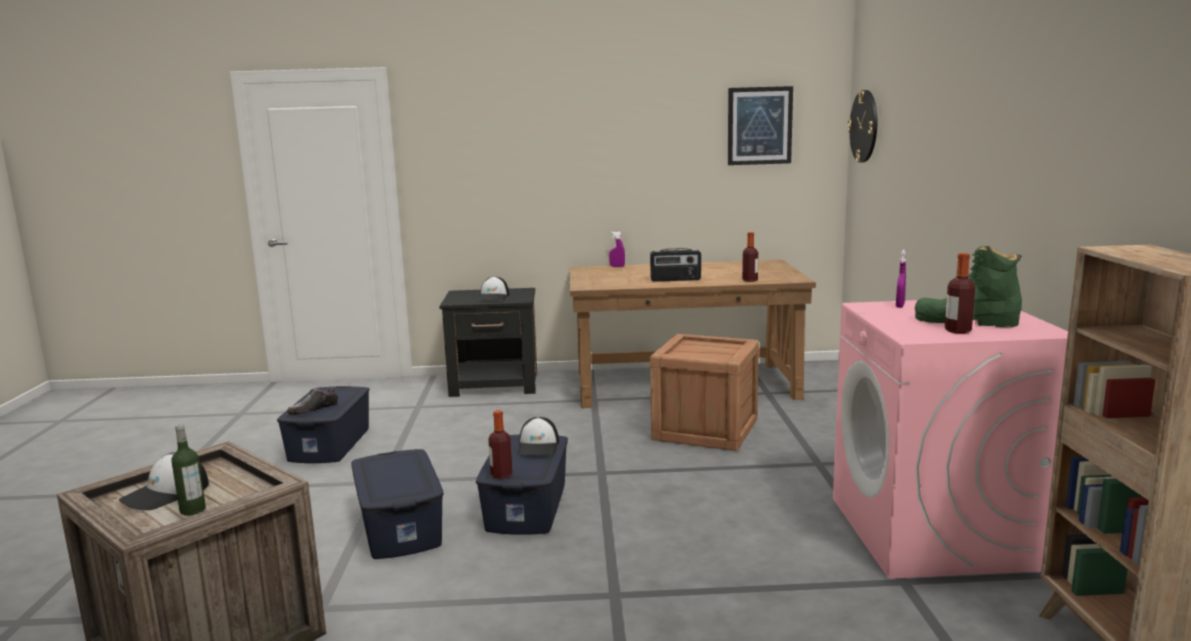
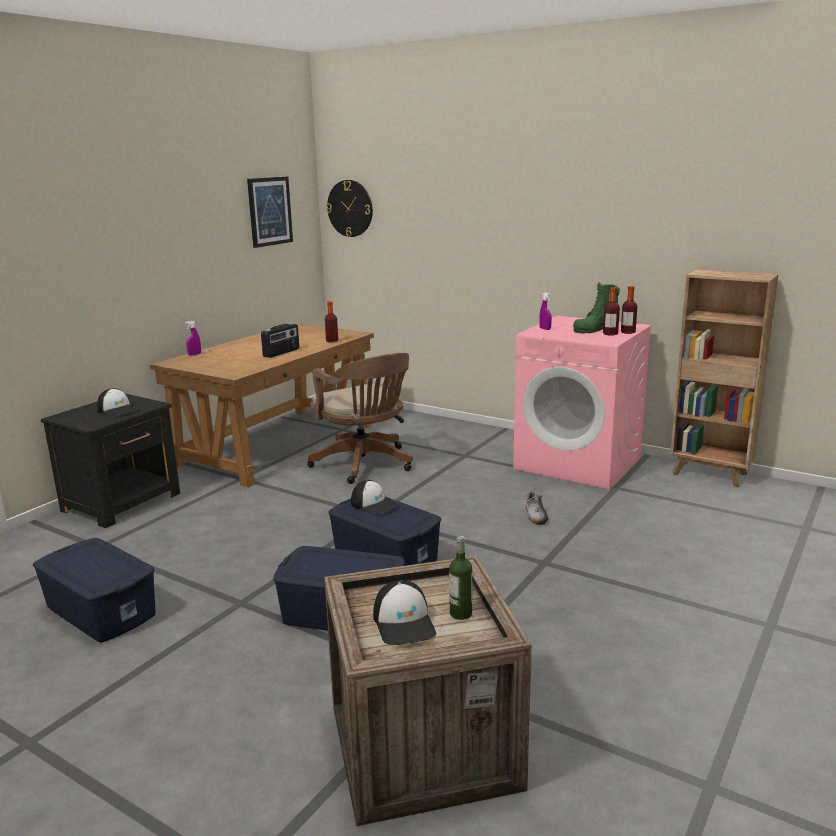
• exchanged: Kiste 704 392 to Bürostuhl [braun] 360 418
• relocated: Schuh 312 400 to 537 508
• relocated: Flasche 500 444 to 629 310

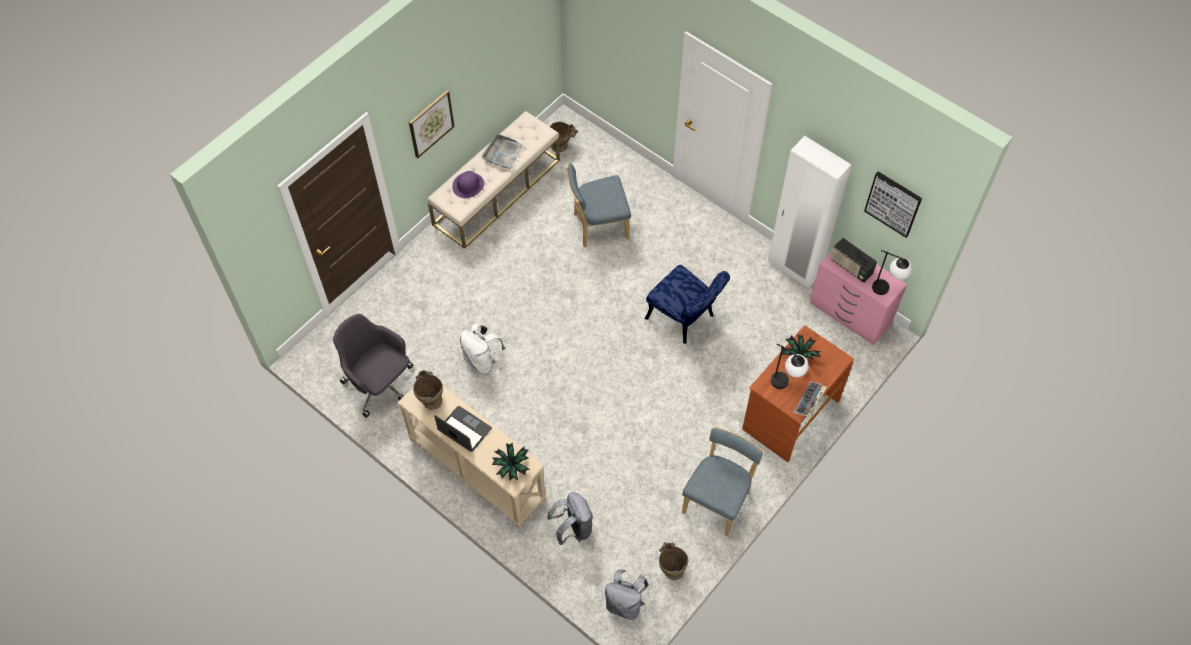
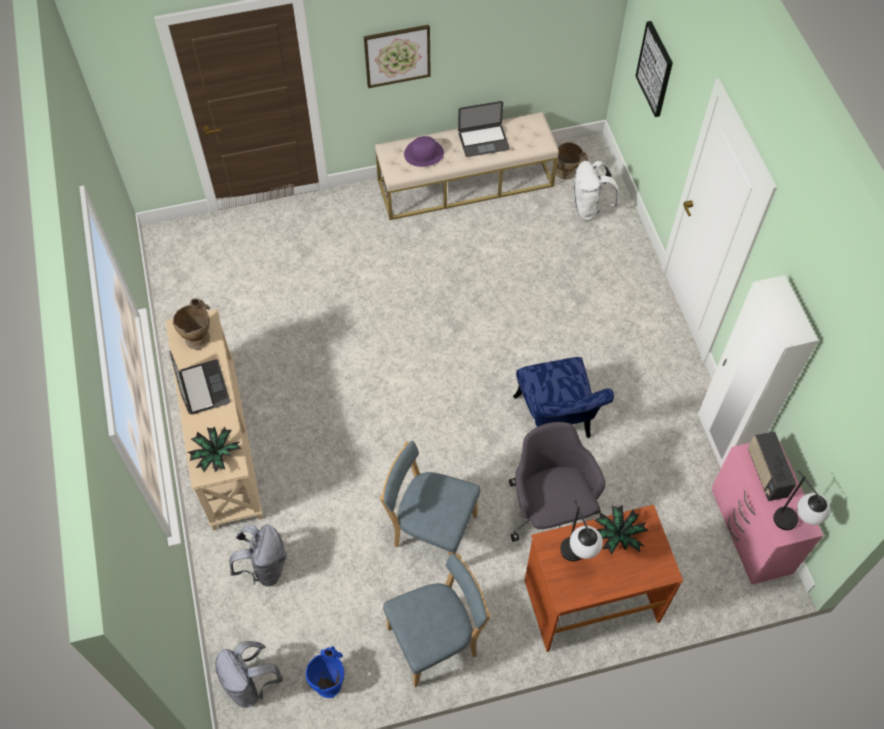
• exchanged: Tablett [grau] 502 151 to Laptop 484 129
• relocated: Stuhl [blau] 598 205 to 430 498
• relocated: Bild 893 204 to 654 69
• relocated: Bürostuhl [grau] 373 366 to 557 482
• relocated: Rucksack [weiß] 482 349 to 595 191
• missing: Tastatur 810 399
• colour: Vase [beige] 673 561 to Vase [blau] 325 672

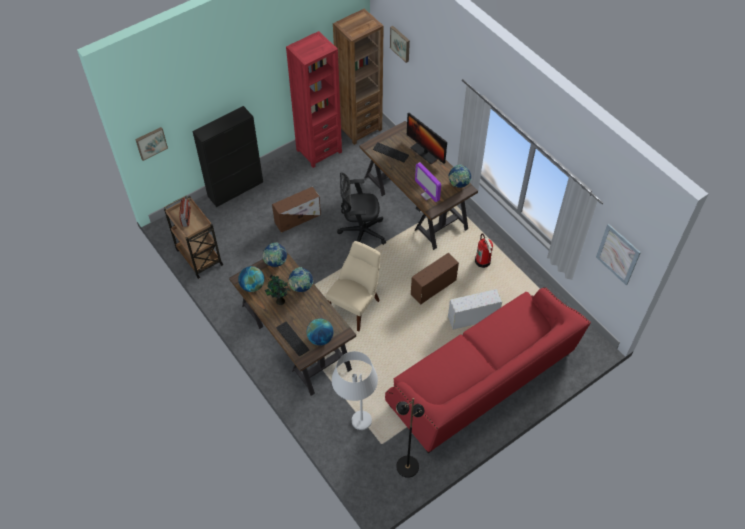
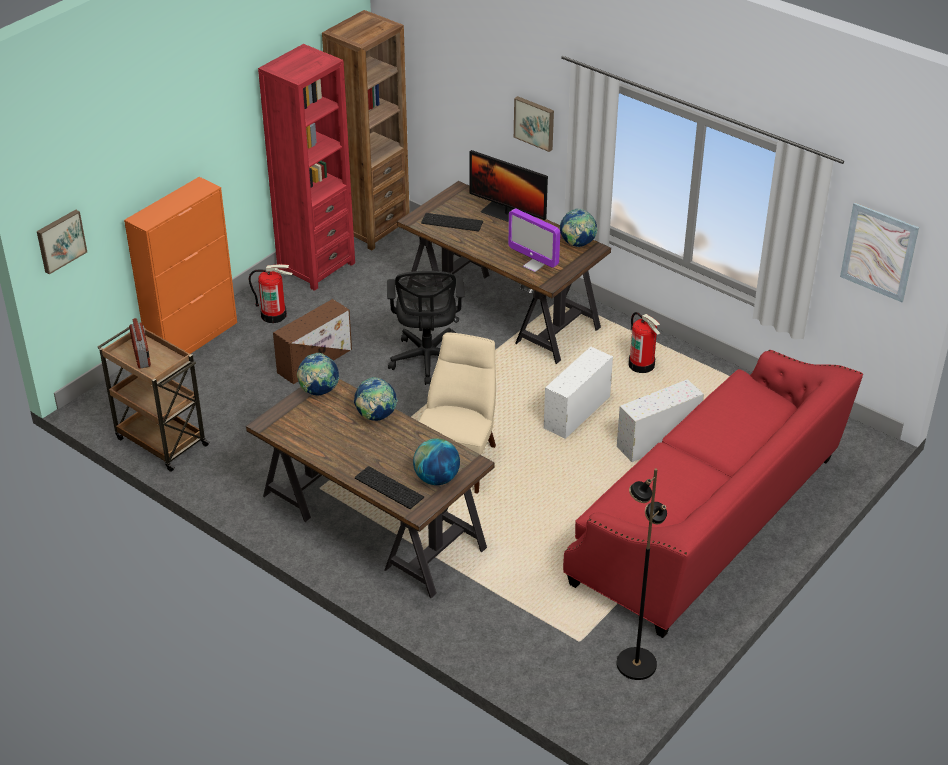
• relocated: Bild 400 44 to 534 124
• colour: Schrank [schwarz] 227 156 to Schrank [orange] 180 265
• spun: Bürostuhl [schwarz] 361 208 = 426 328 75 degrees counterclockwise
• colour: Aufbewahrungsbox [braun] 435 279 to Aufbewahrungsbox [weiß] 578 393
• missing: Globus 251 279
• missing: Topfpflanze 277 290
• missing: Stehlampe [weiß] 355 390
• appeared: Feuerlöscher 270 293

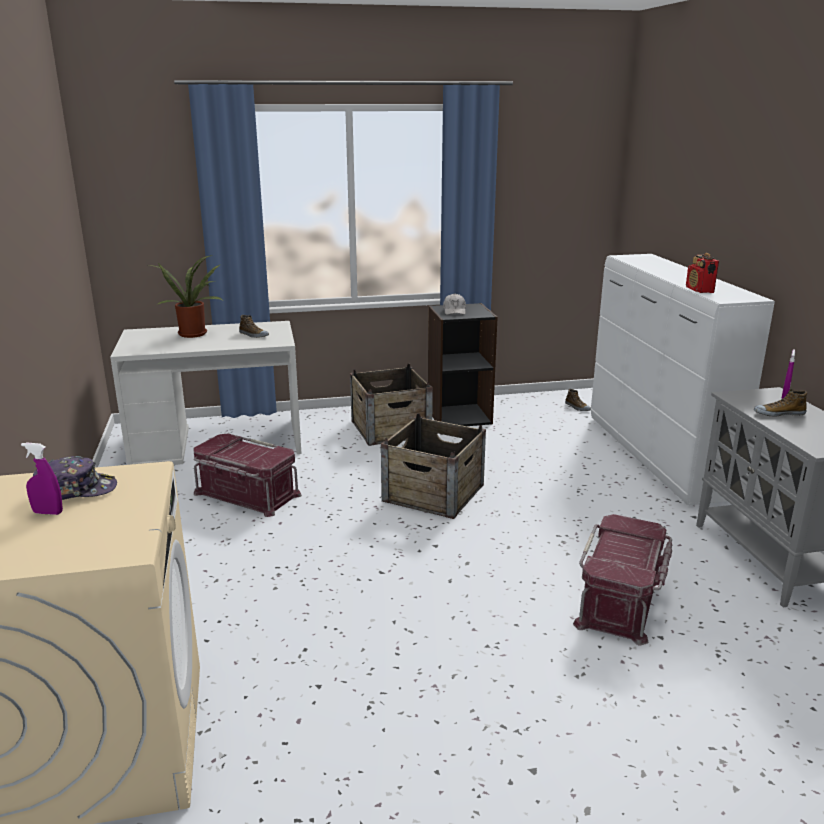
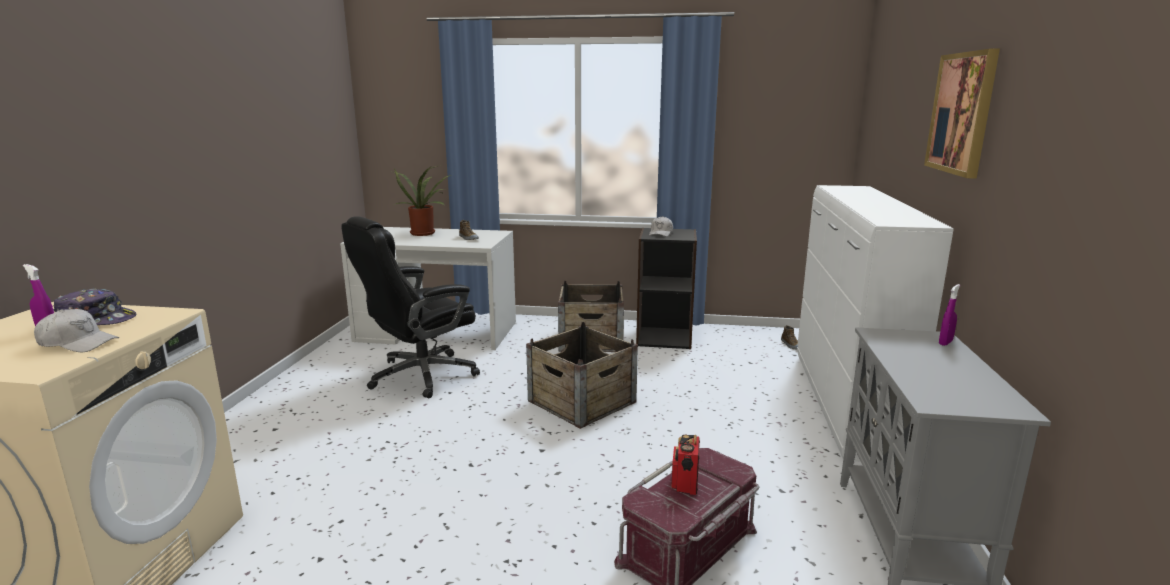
• relocated: Radio 702 273 to 685 464
• missing: Schuh 780 403
• exchanged: Aufbewahrungsbox [rot] 247 475 to Bürostuhl [schwarz] 410 307
• appeared: Bild 962 114
• appeared: Kappe [weiß] 76 330

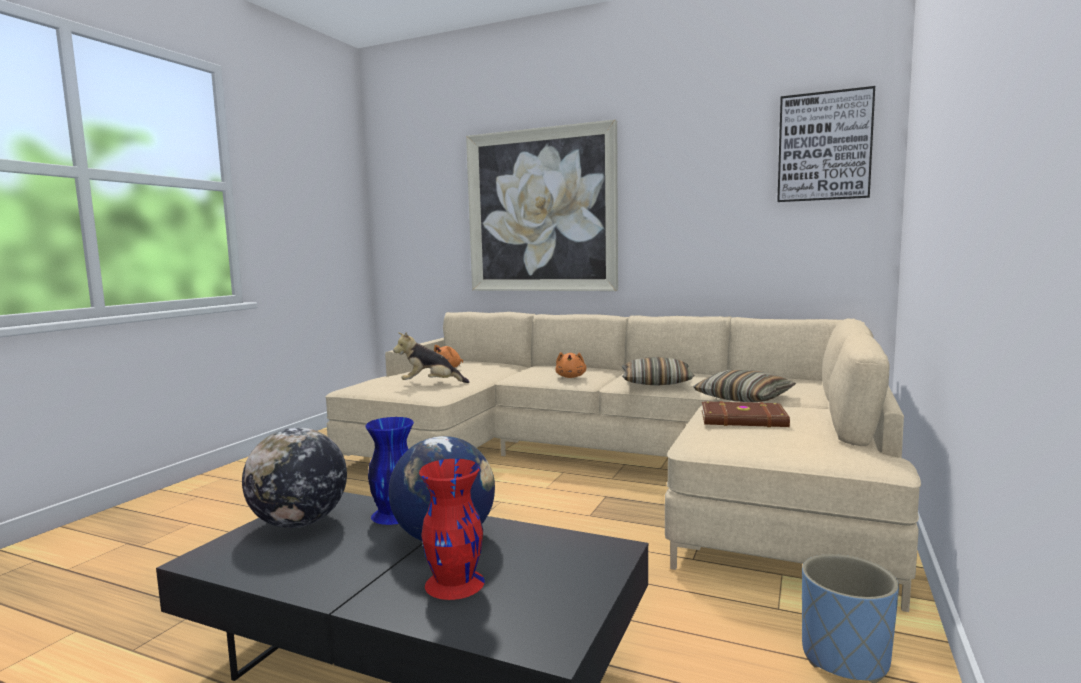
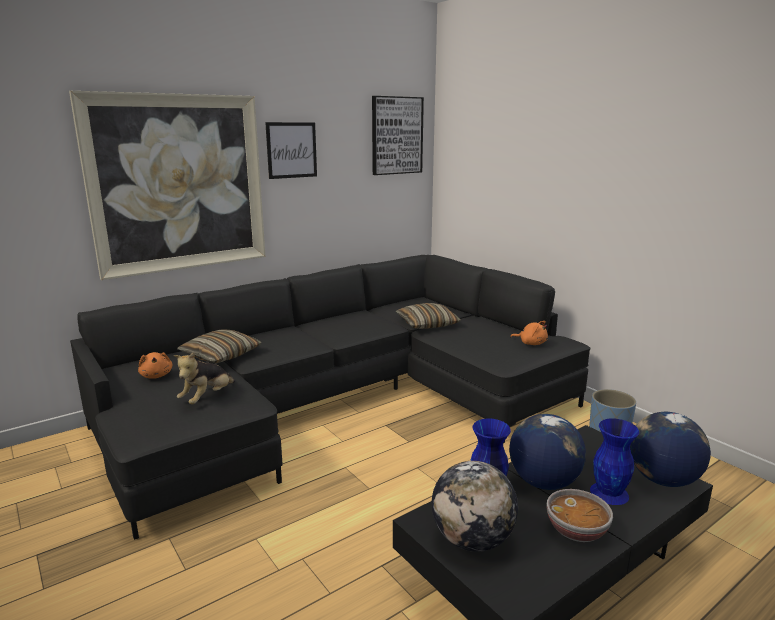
• colour: Sofa [beige] 623 462 to Sofa [schwarz] 330 397
• relocated: Plüschtier [orange] 570 365 to 529 333
• relocated: Kissen 658 371 to 219 346
• missing: Buch [braun] 746 414
• colour: Vase [rot] 452 529 to Vase [blau] 614 461
• appeared: Bild 291 150
• appeared: Globus 670 449
• appeared: Schüssel 580 515

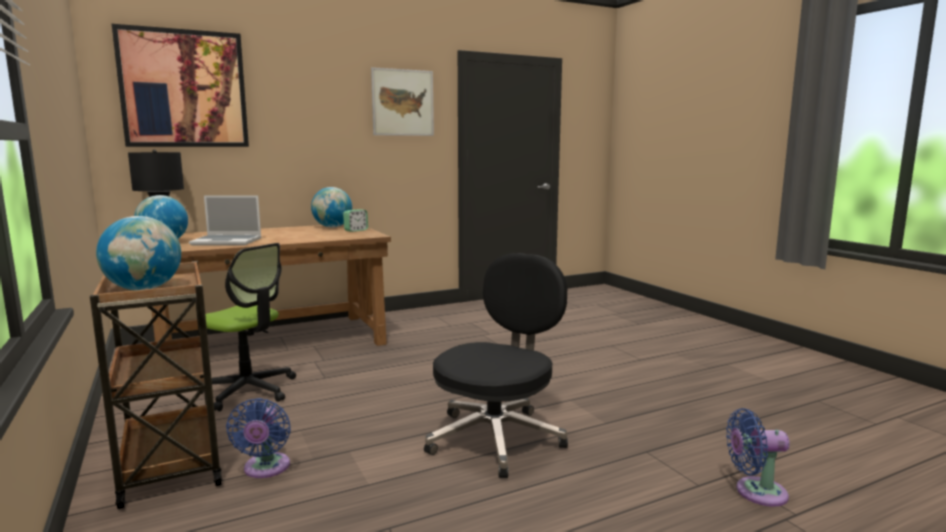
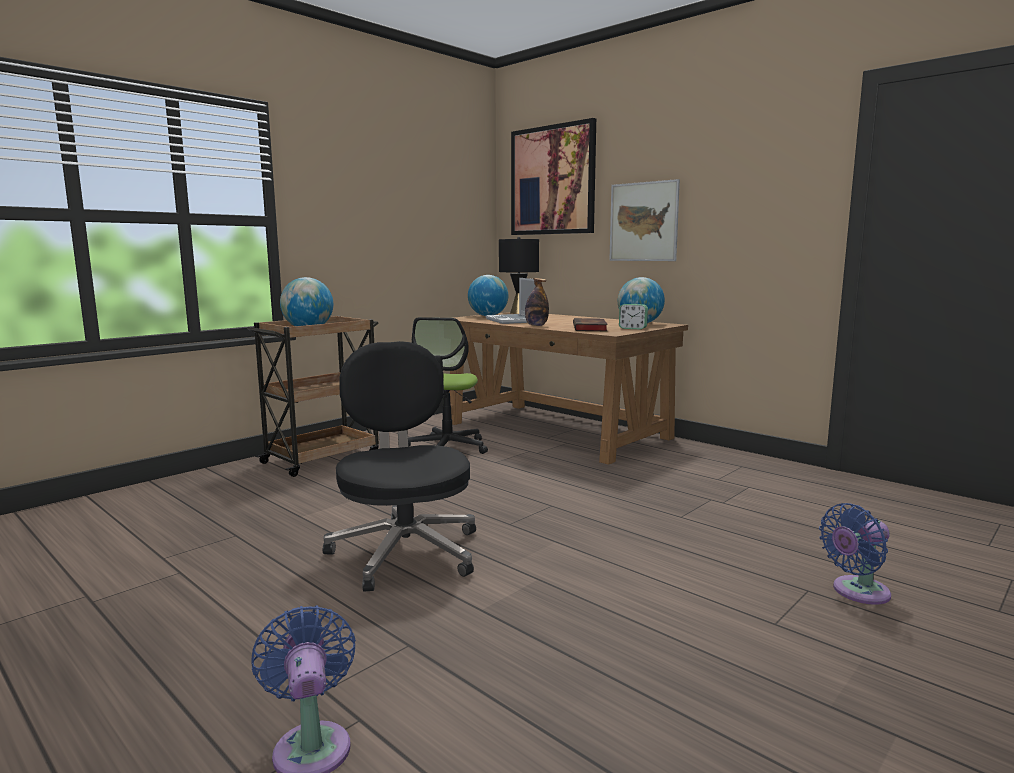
• relocated: Bild 402 101 to 644 220
• spun: Bürostuhl [schwarz] 496 365 = 399 466 120 degrees counterclockwise
• relocated: Ventilator [blau] 258 438 to 855 554
• appeared: Flasche 537 302
• appeared: Buch 590 324

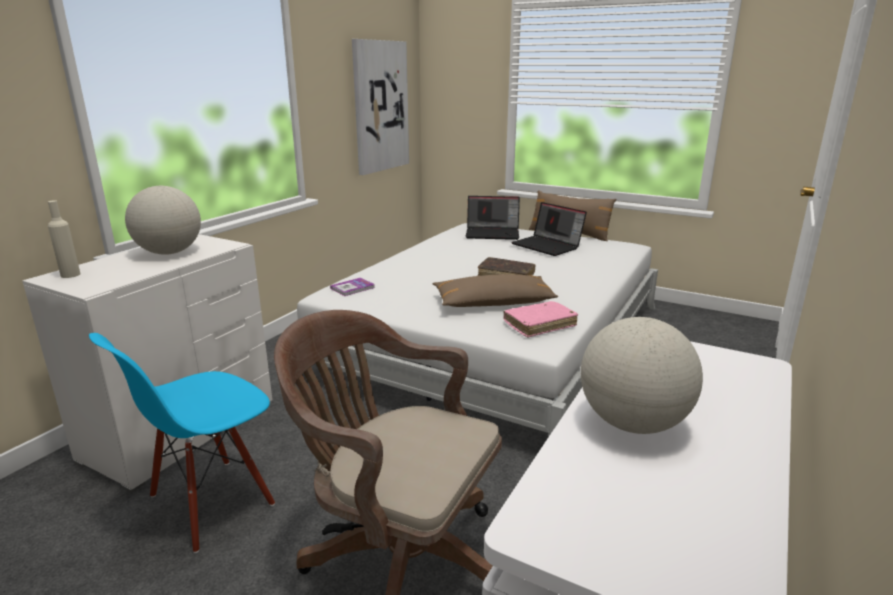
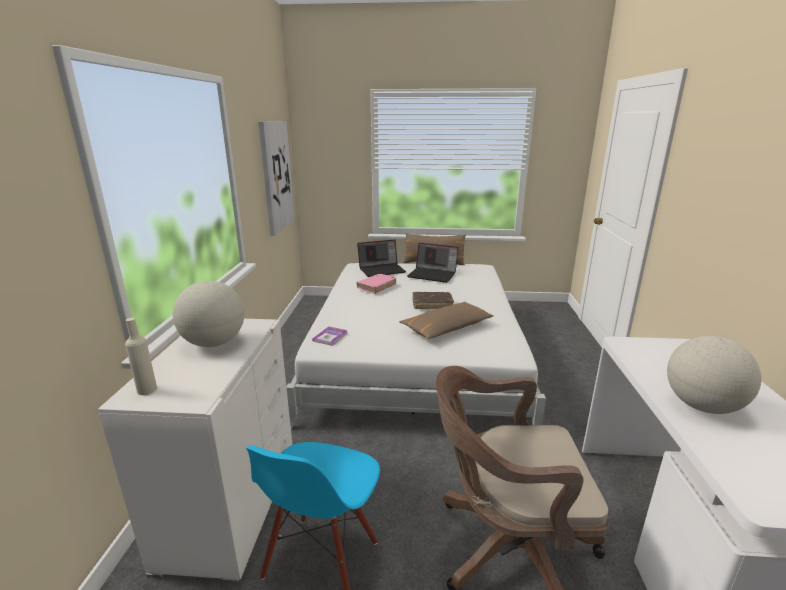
• relocated: Buch [rosa] 541 319 to 376 284

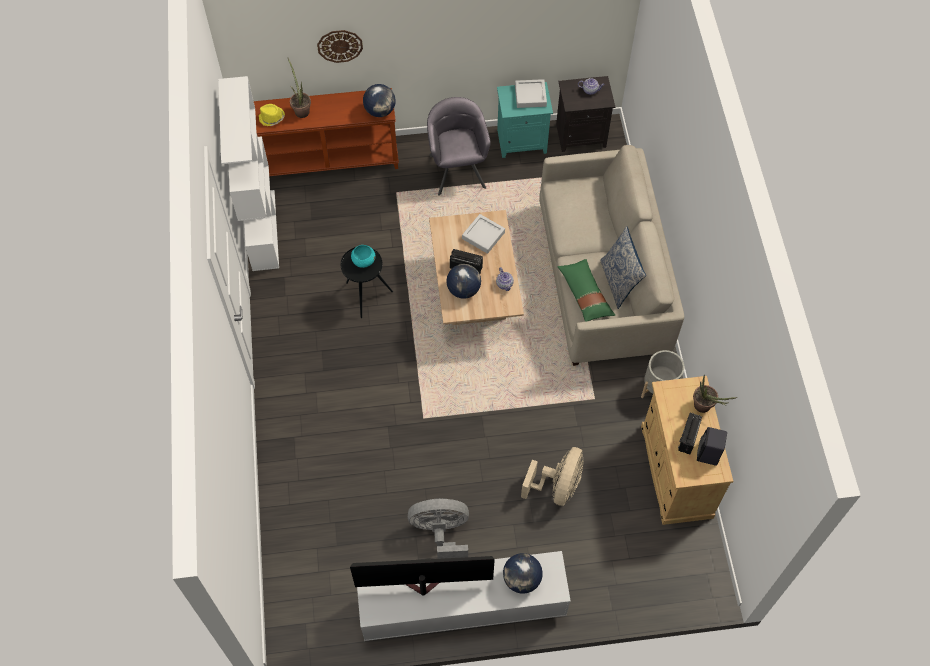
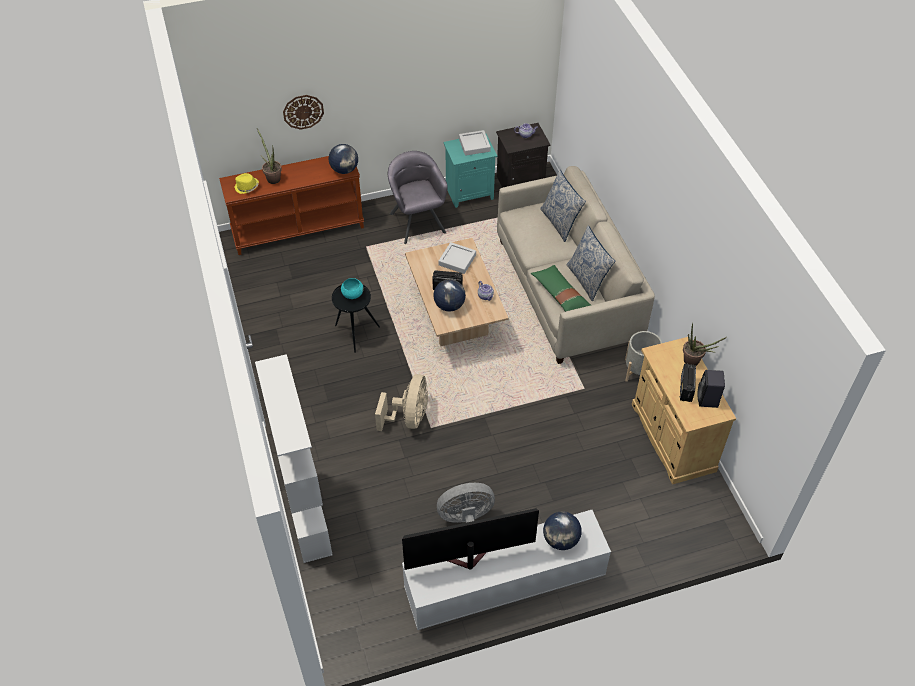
• relocated: Bücherregal [weiß] 248 173 to 294 458
• relocated: Ventilator [beige] 552 476 to 401 402
• appeared: Kissen 563 205

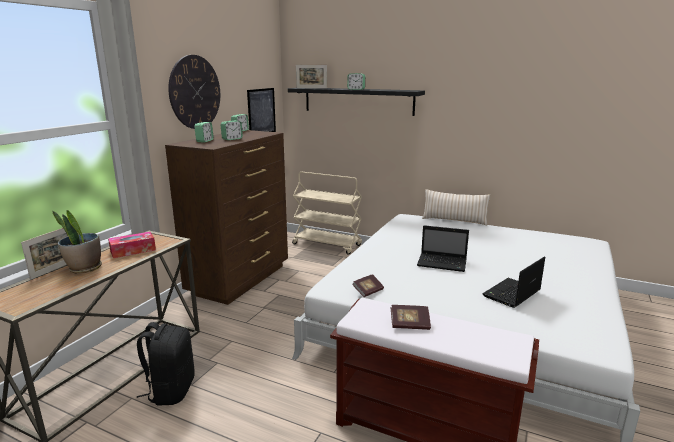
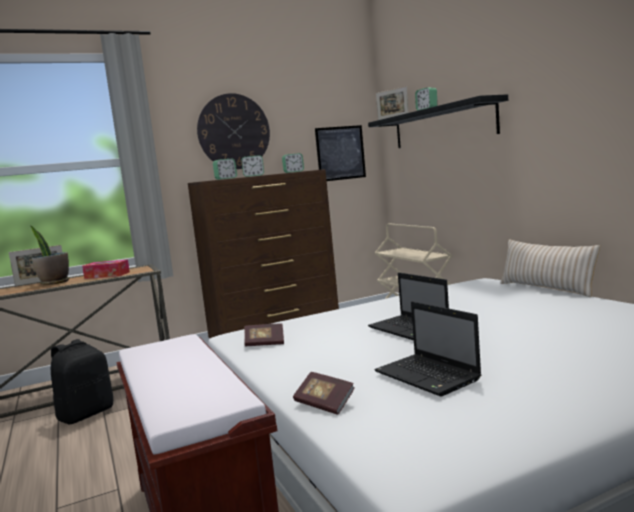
• spun: Laptop 514 282 = 427 349 120 degrees counterclockwise
• relocated: Buch 411 317 to 324 393

